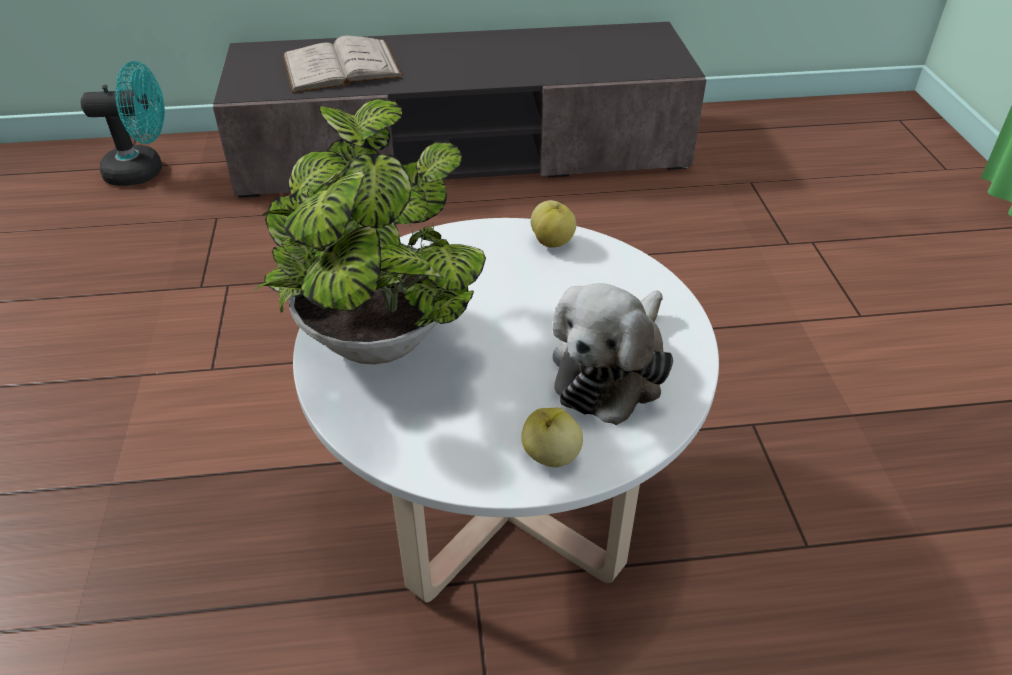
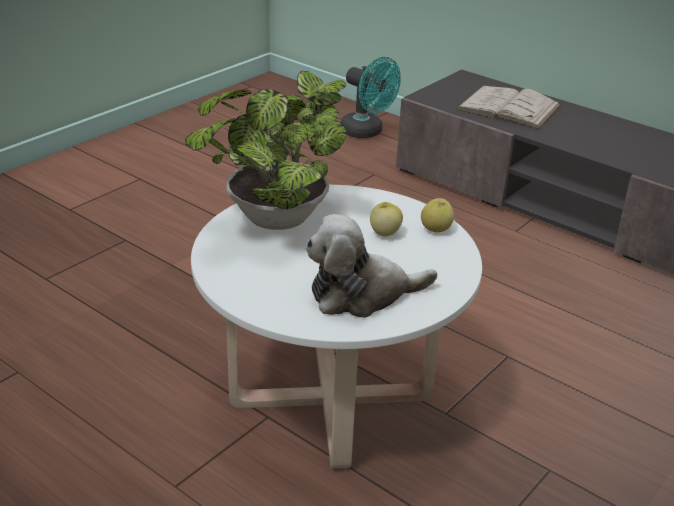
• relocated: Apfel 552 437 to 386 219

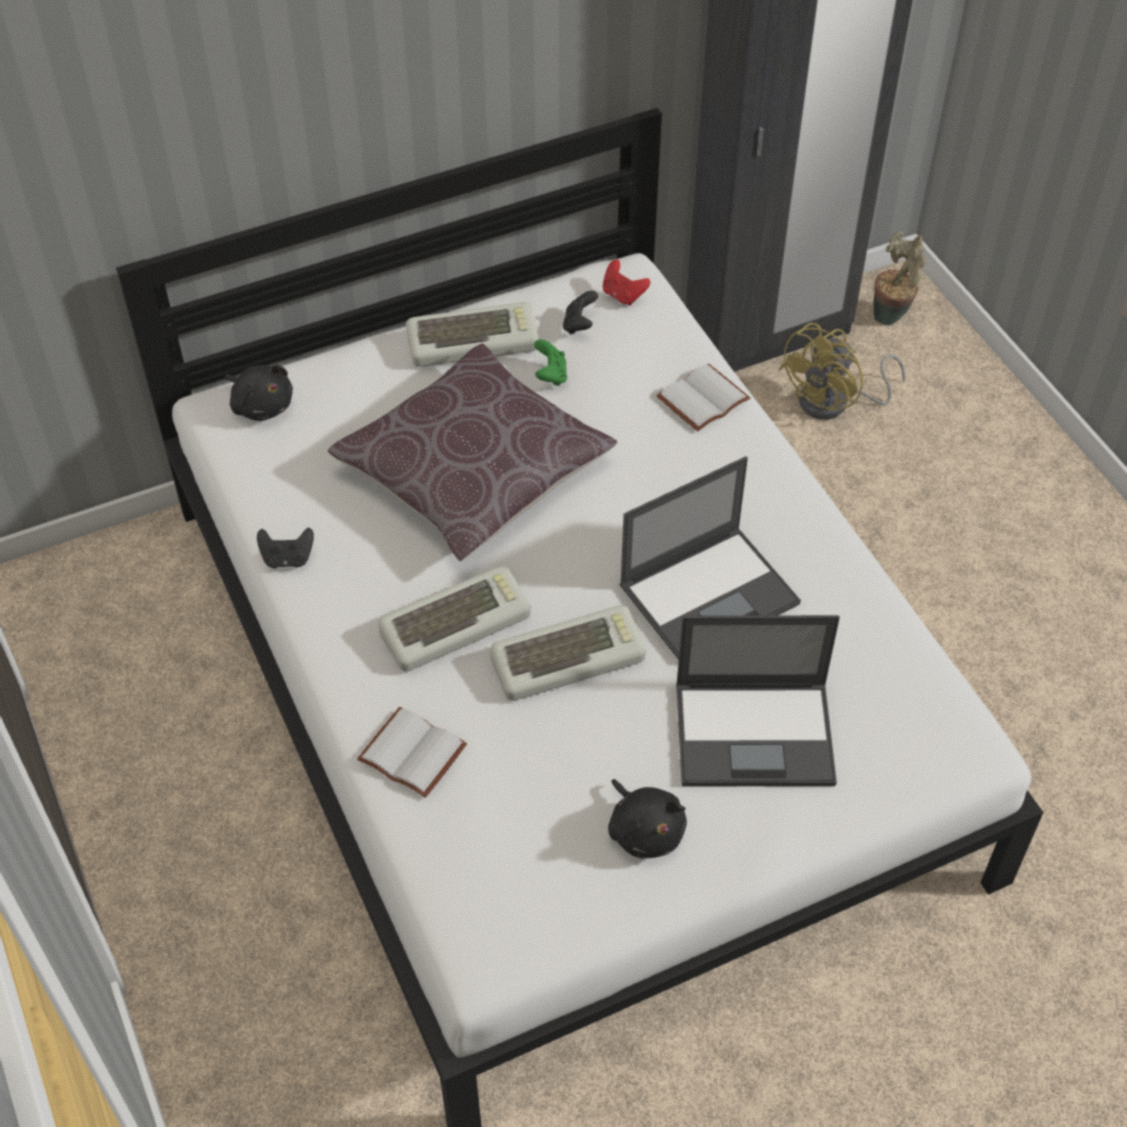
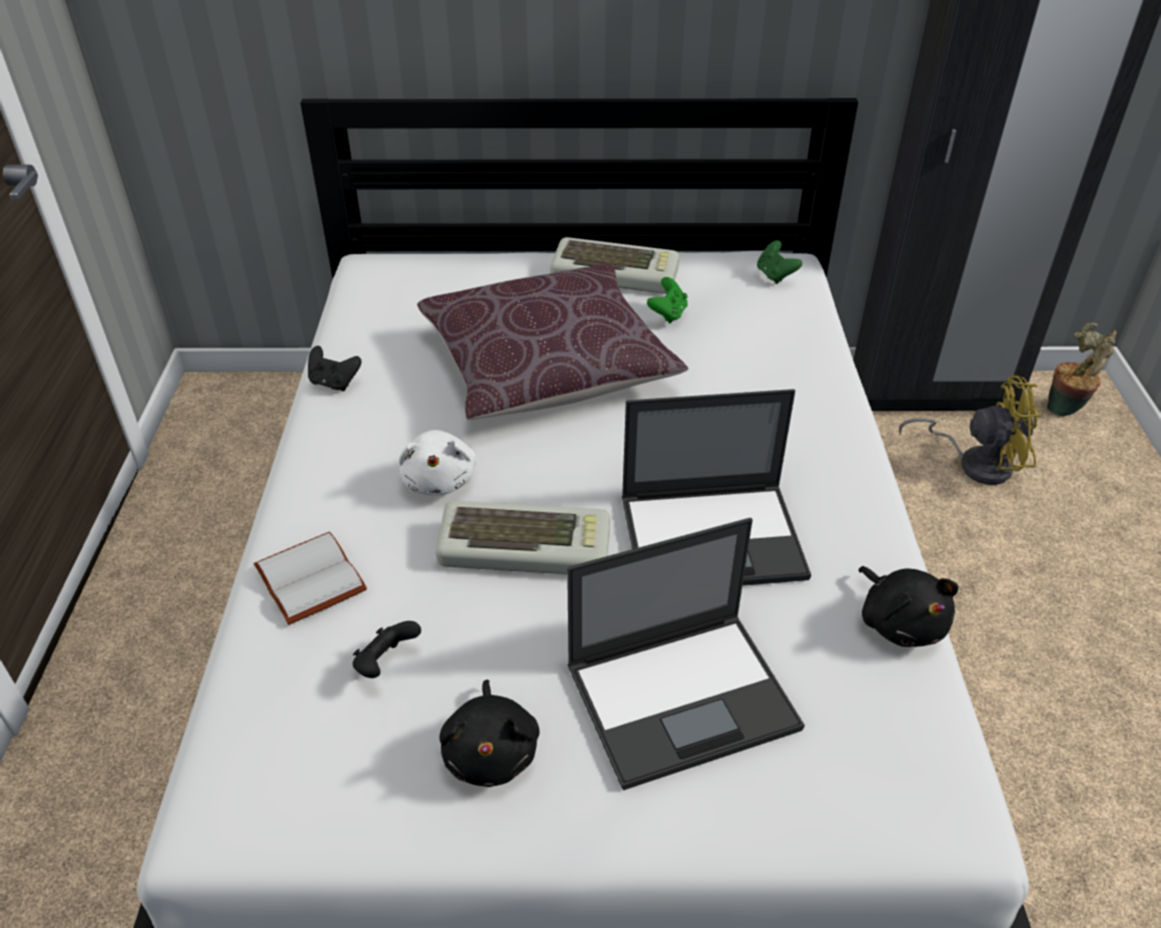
• colour: Gamepad [rot] 626 283 to Gamepad [grün] 779 262
• relocated: Gamepad [schwarz] 580 312 to 387 649
• spun: Ventilator [gelb] 841 371 = 970 430 150 degrees counterclockwise
• missing: Buch [weiß] 703 397
• relocated: Plüschtier [schwarz] 259 393 to 908 606
• exchanged: Tastatur 454 618 to Plüschtier [weiß] 437 462
• spun: Laptop 758 701 = 686 654 45 degrees counterclockwise

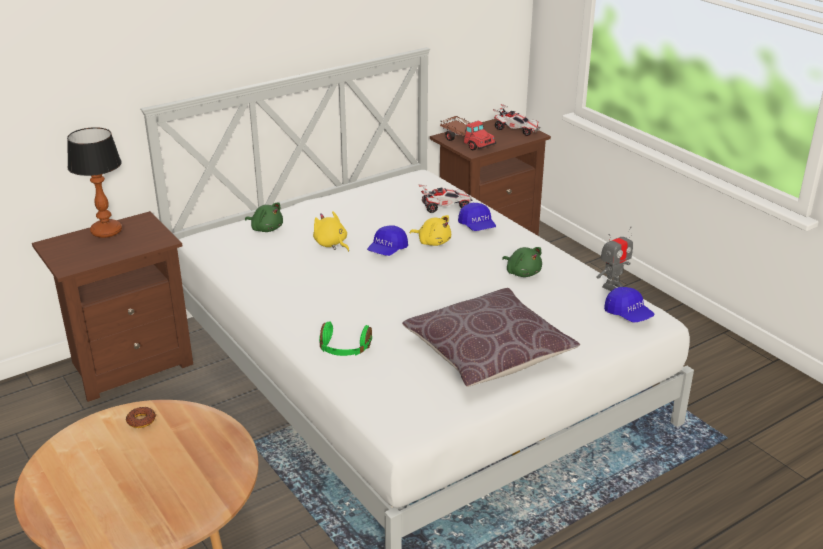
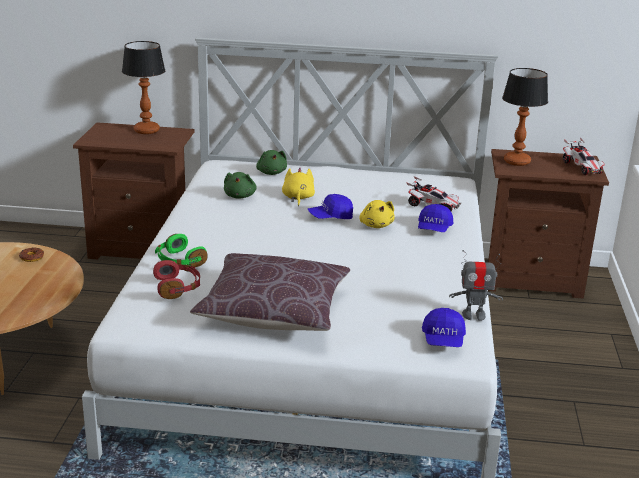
• exchanged: Spielzeuglaster 468 132 to Tischlampe 525 117
• relocated: Plüschtier [grün] 522 262 to 240 185
• appeared: Kopfhörer [rot] 176 279

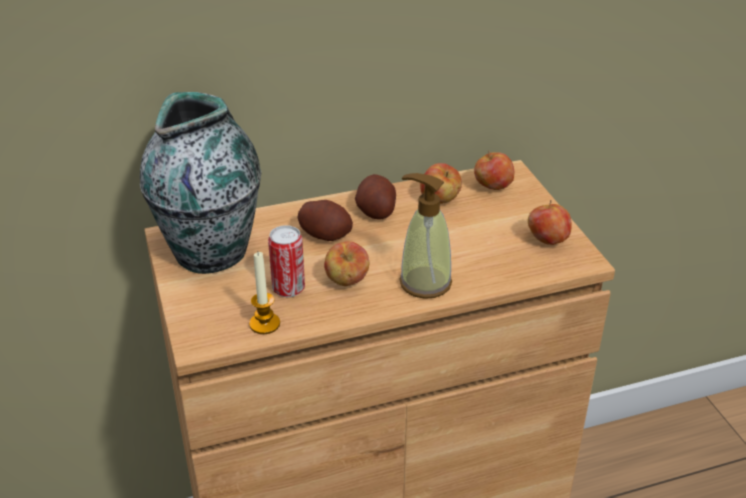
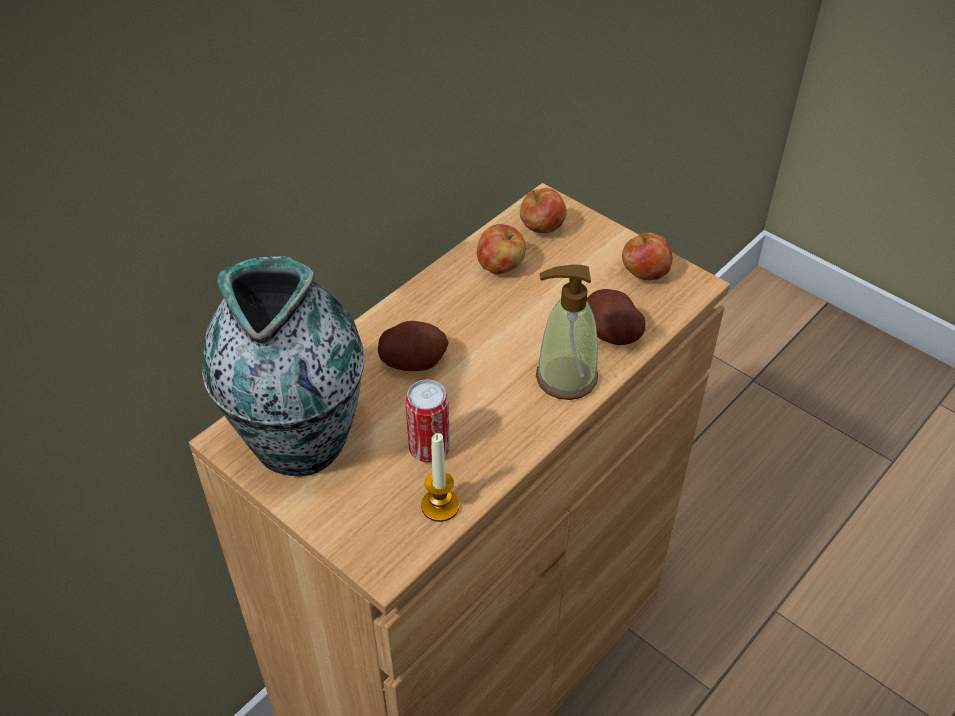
• relocated: Kartoffel 375 197 to 616 317
• missing: Apfel 346 263

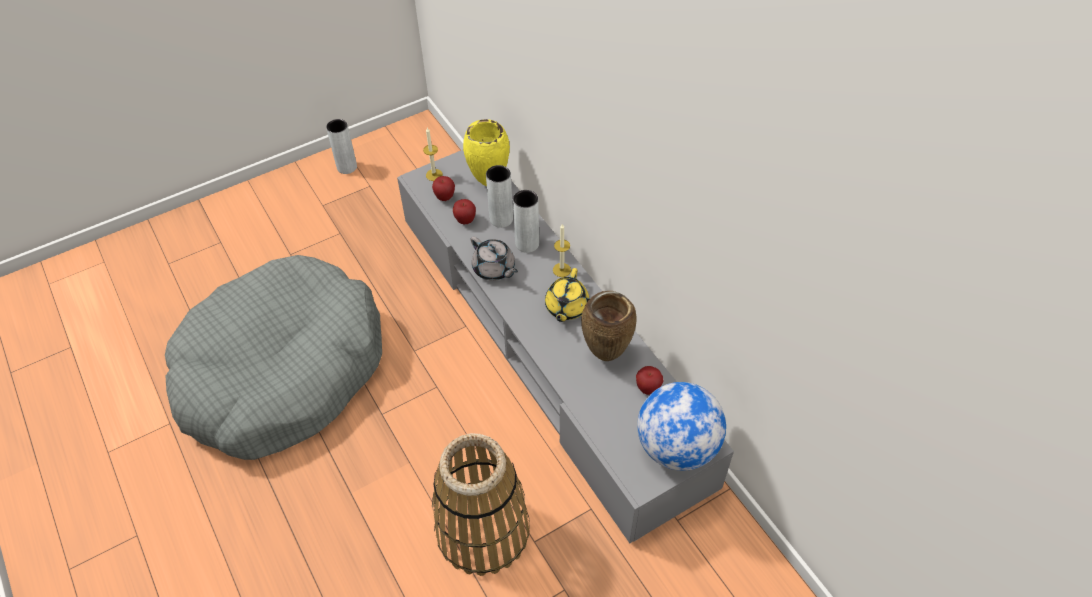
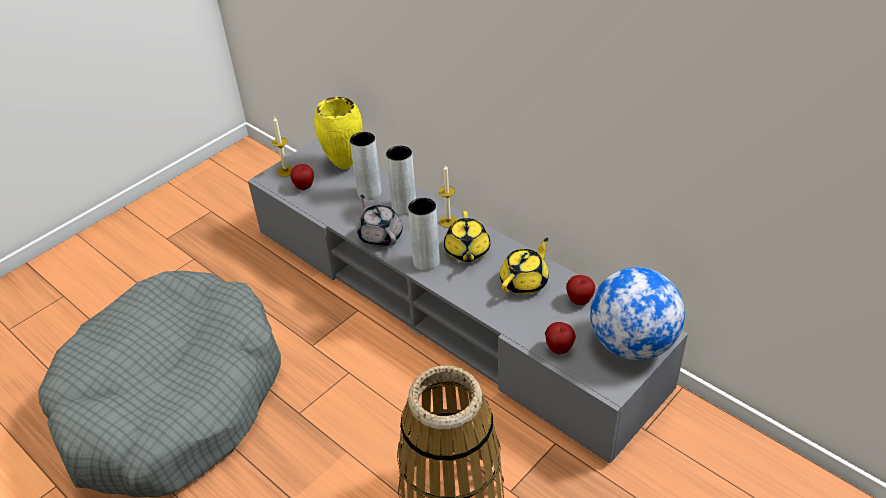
• relocated: Vase [grau] 341 146 to 424 234
• relocated: Apfel 464 211 to 560 338
• spun: Teekanne [grau] 494 258 = 380 221 150 degrees counterclockwise
• exchanged: Vase [braun] 609 326 to Teekanne [gelb] 524 266

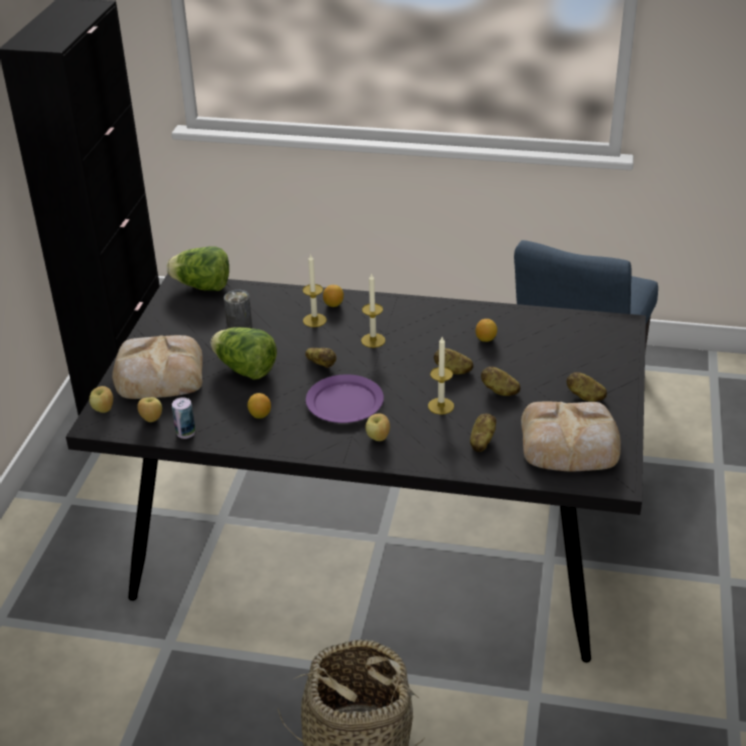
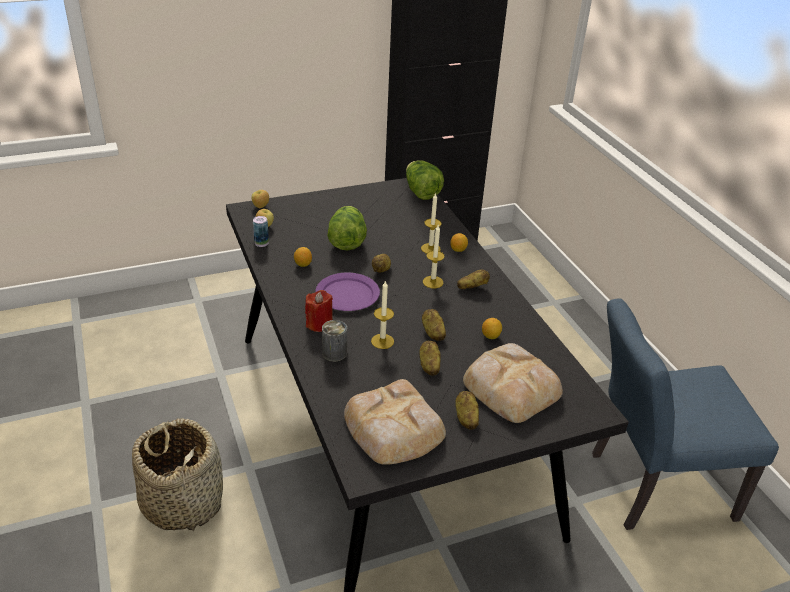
• relocated: Dose 238 309 to 334 341
• relocated: Brot 157 367 to 513 383
• relocated: Kartoffel 483 432 to 473 279
• exchanged: Apfel 377 427 to Kerze [rot] 319 311

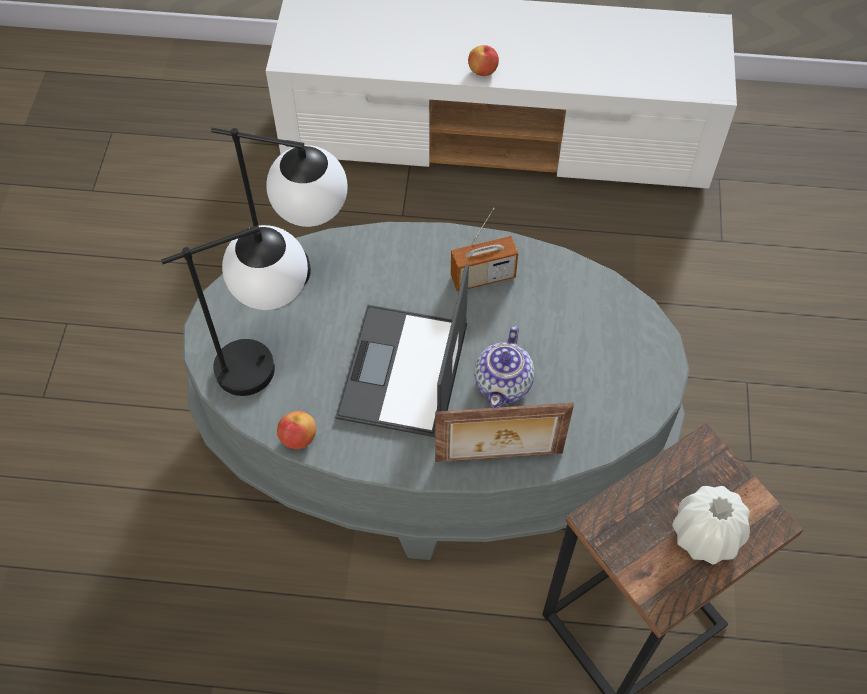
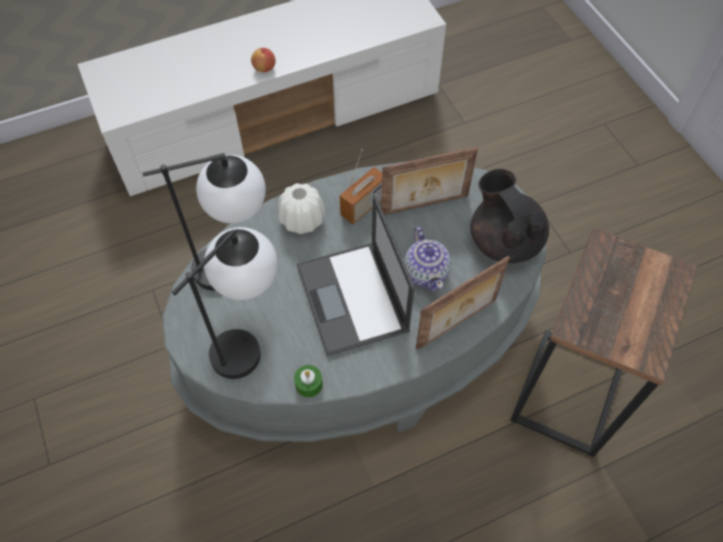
• exchanged: Apfel 296 430 to Kerze [grün] 308 381
• relocated: Vase [weiß] 711 525 to 301 208
• appeared: Bilderrahmen 429 181
• appeared: Teekanne [schwarz] 509 216

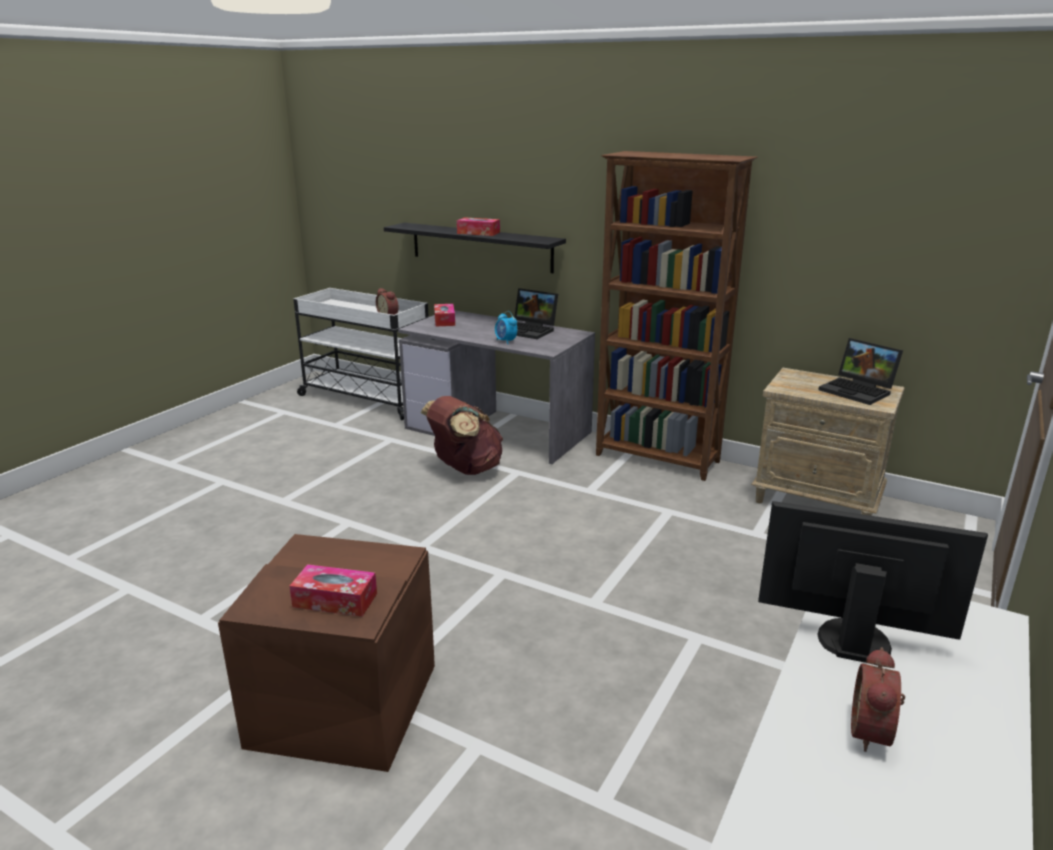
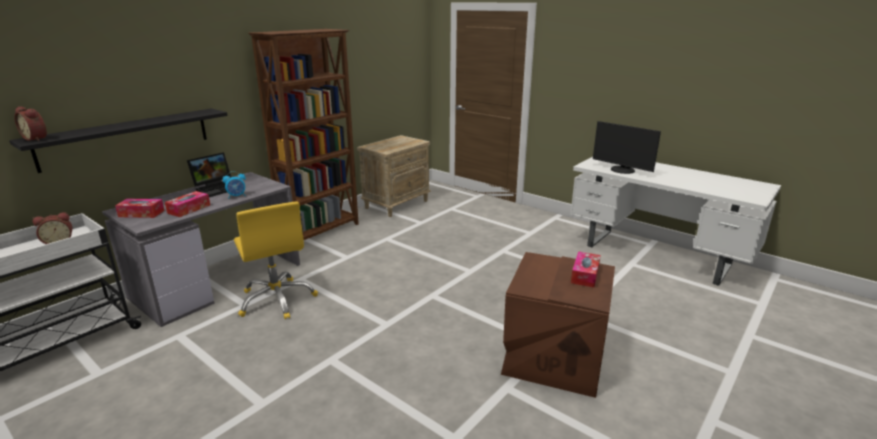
• relocated: Taschentuchbox 478 226 to 187 204
• missing: Laptop 860 371
• exchanged: Rucksack [braun] 461 435 to Bürostuhl [gelb] 276 260
• spun: Monitor 873 582 = 627 147 75 degrees counterclockwise
• relocated: Wecker 878 699 to 30 123

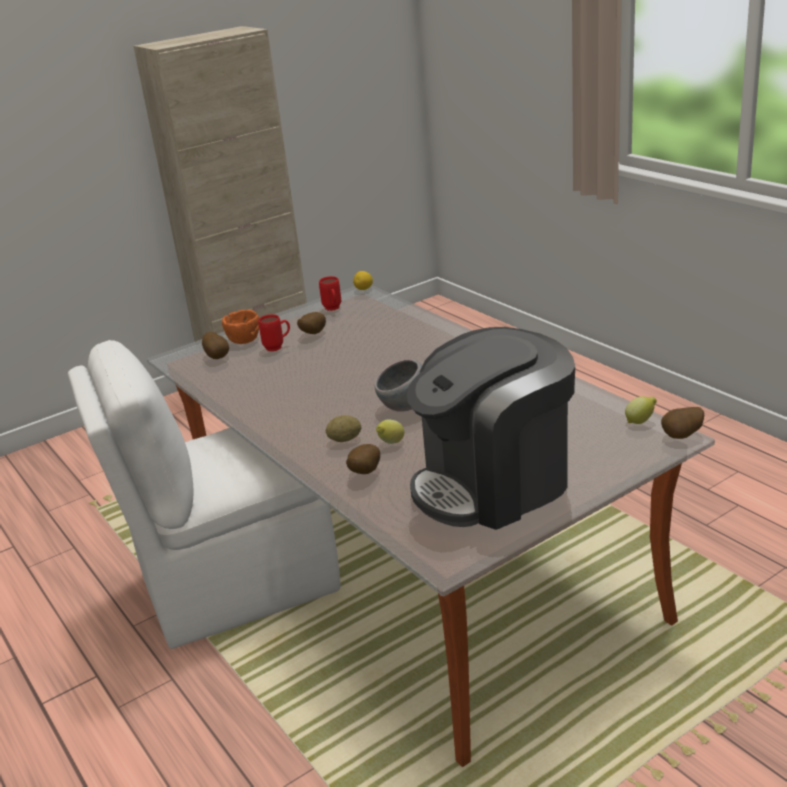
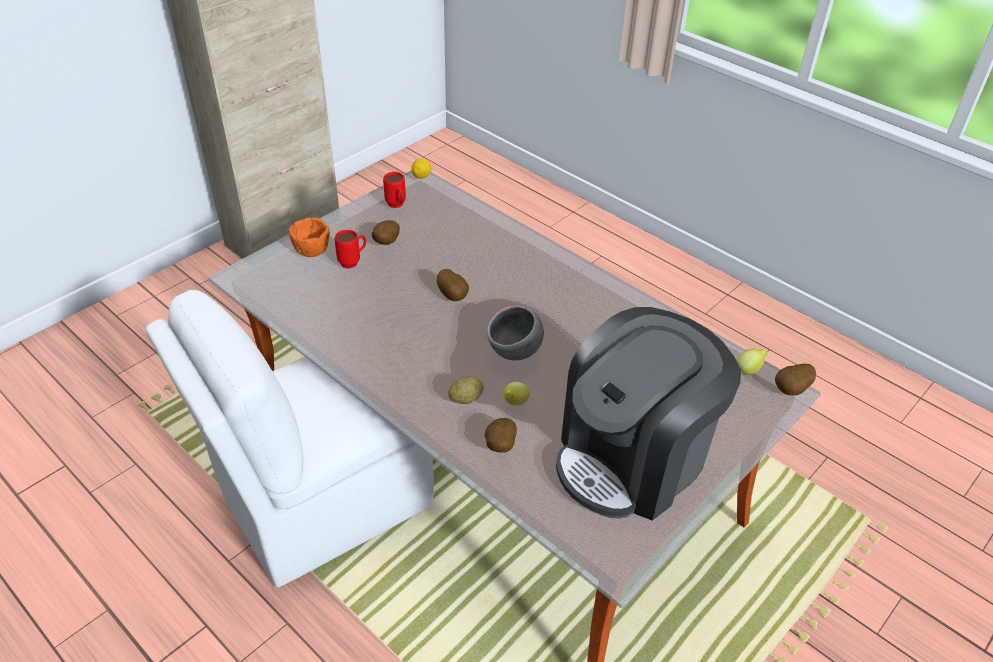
• relocated: Kartoffel 215 345 to 453 285

